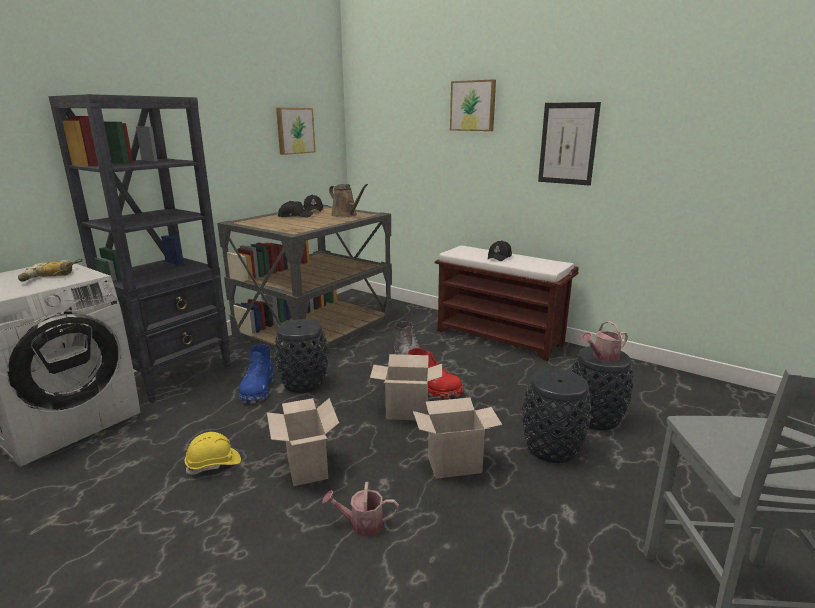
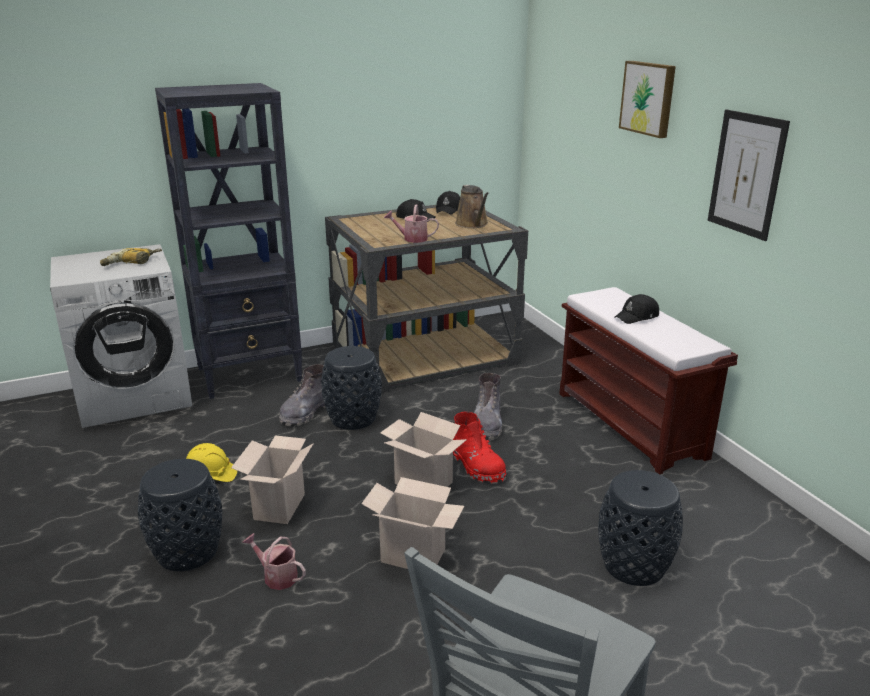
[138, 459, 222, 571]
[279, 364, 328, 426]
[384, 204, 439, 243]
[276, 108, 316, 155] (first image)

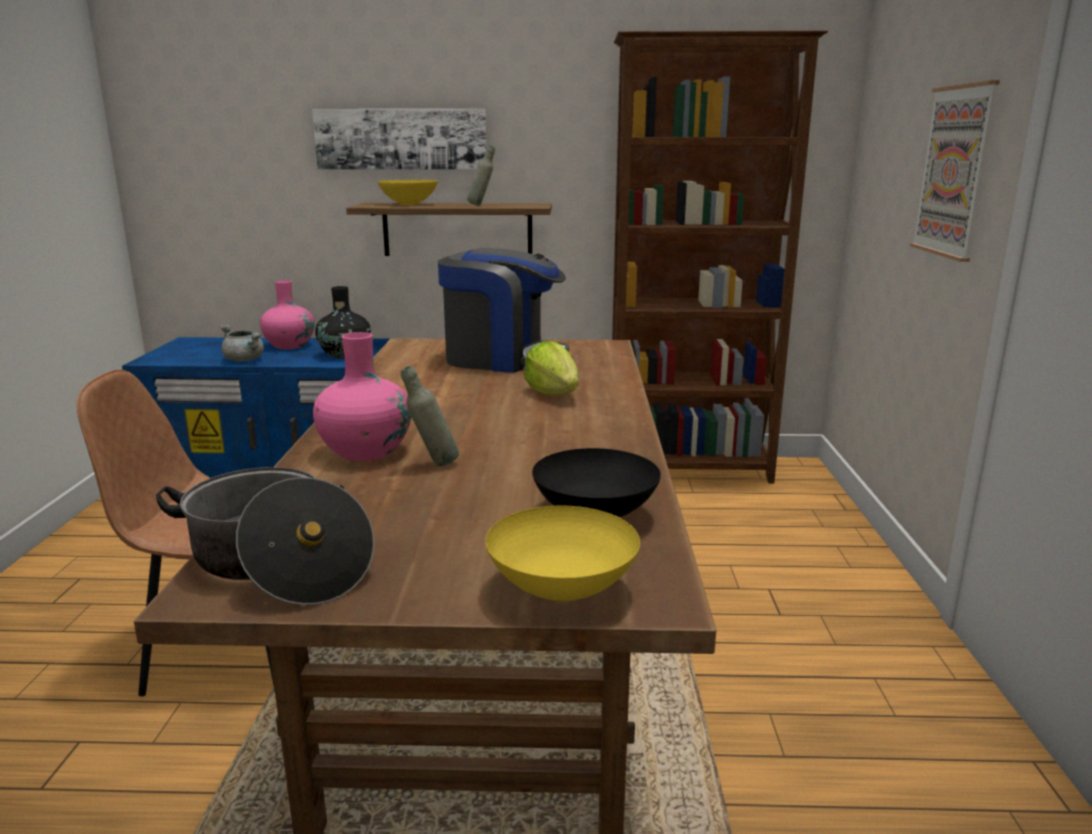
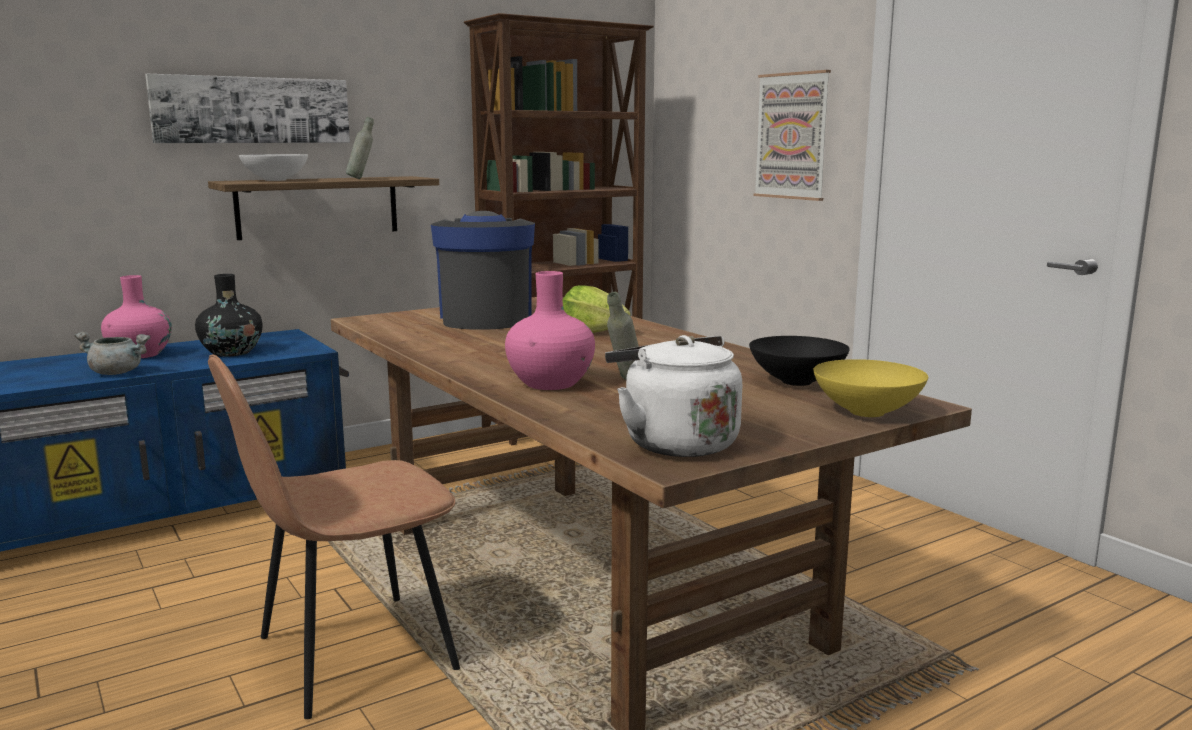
[239, 154, 308, 181]
[431, 211, 535, 330]
[605, 335, 742, 457]

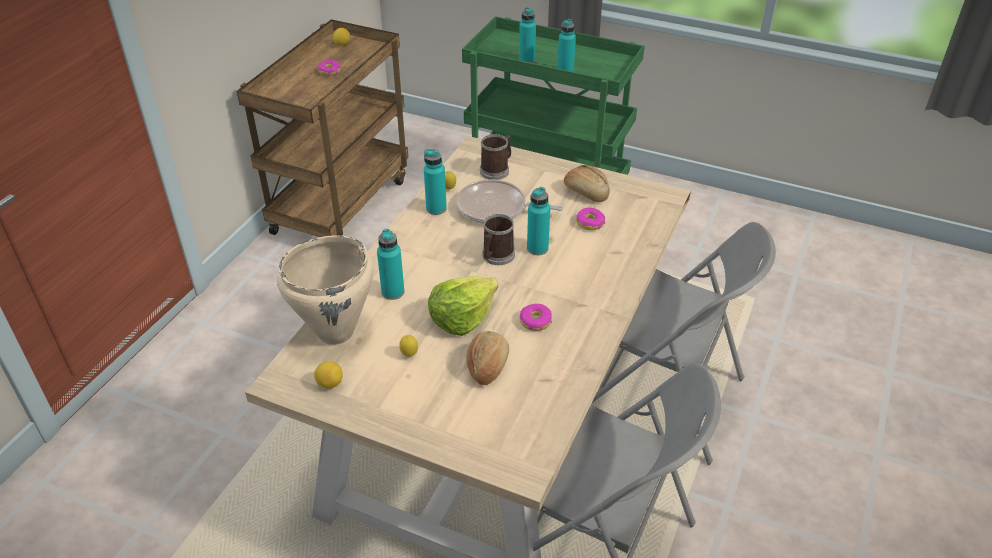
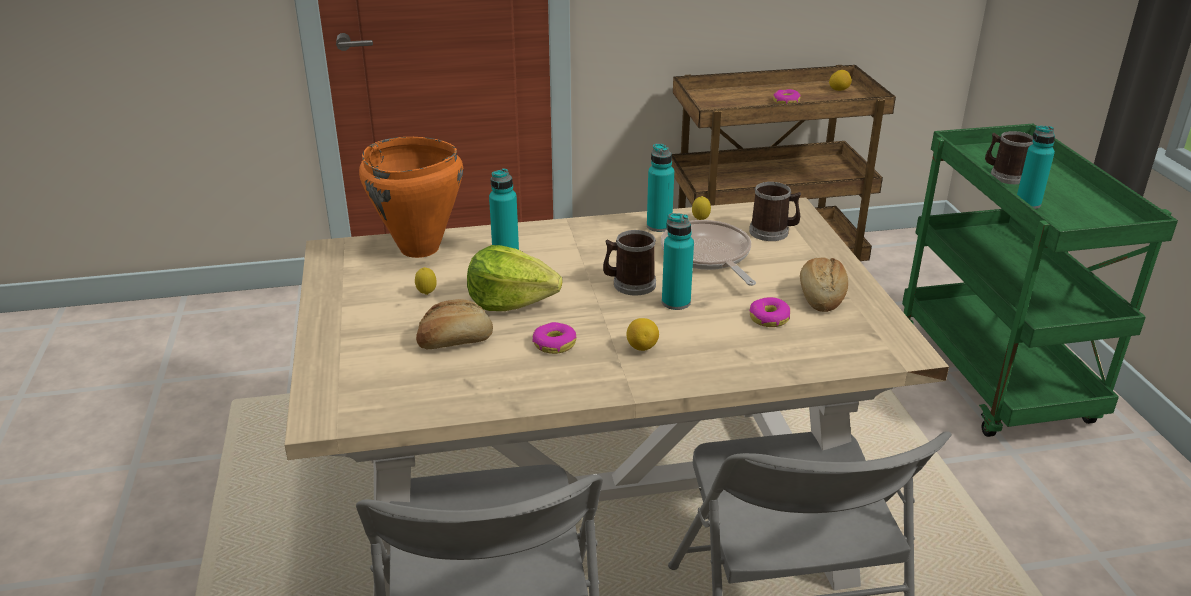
[359, 137, 463, 258]
[626, 318, 659, 351]
[985, 131, 1033, 184]

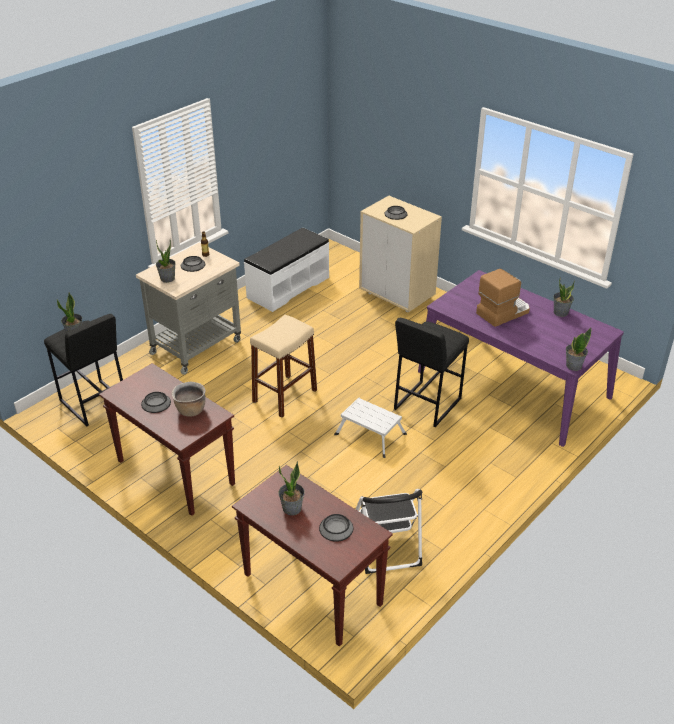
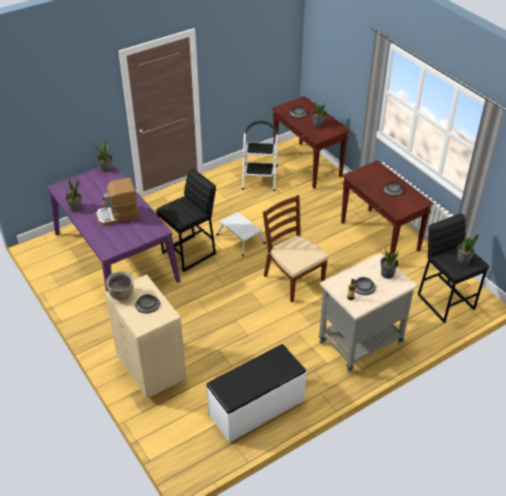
[106, 271, 134, 300]
[263, 195, 329, 302]

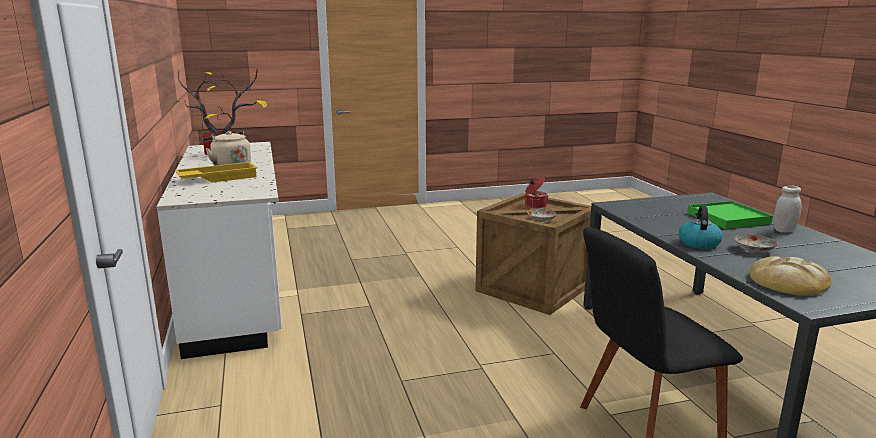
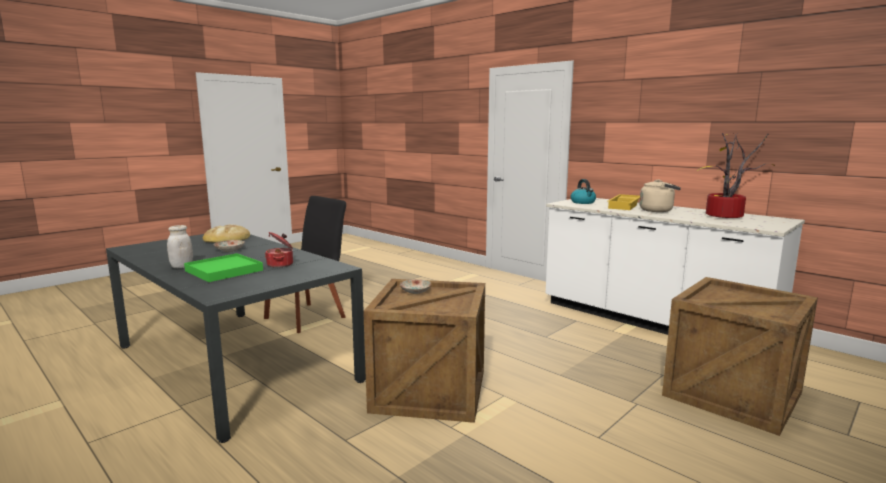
[265, 232, 293, 268]
[571, 179, 596, 204]
[662, 277, 818, 436]

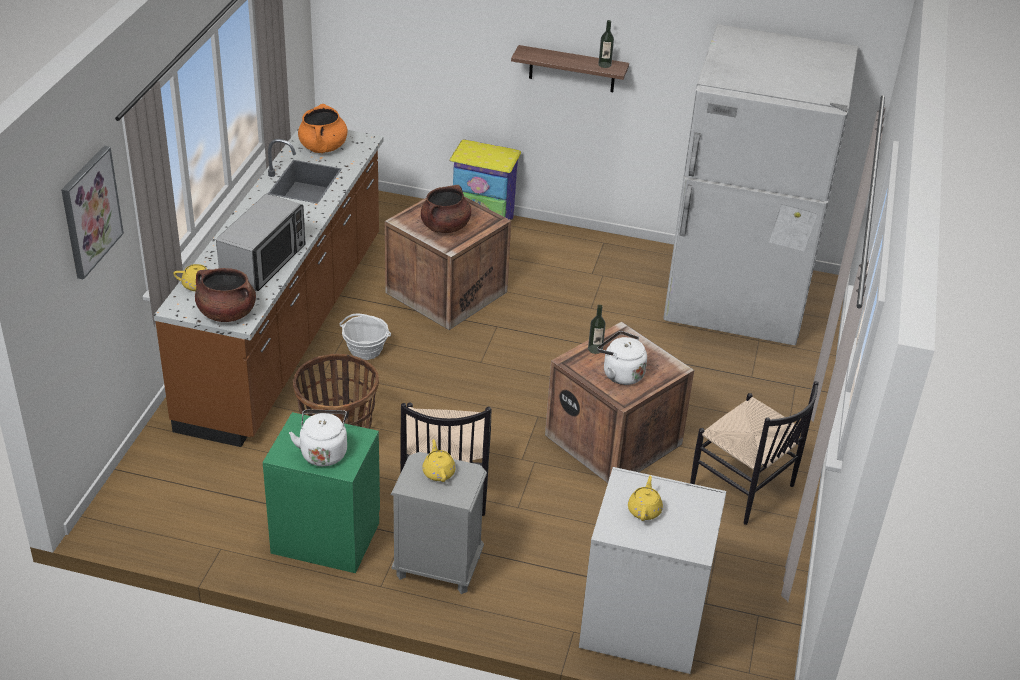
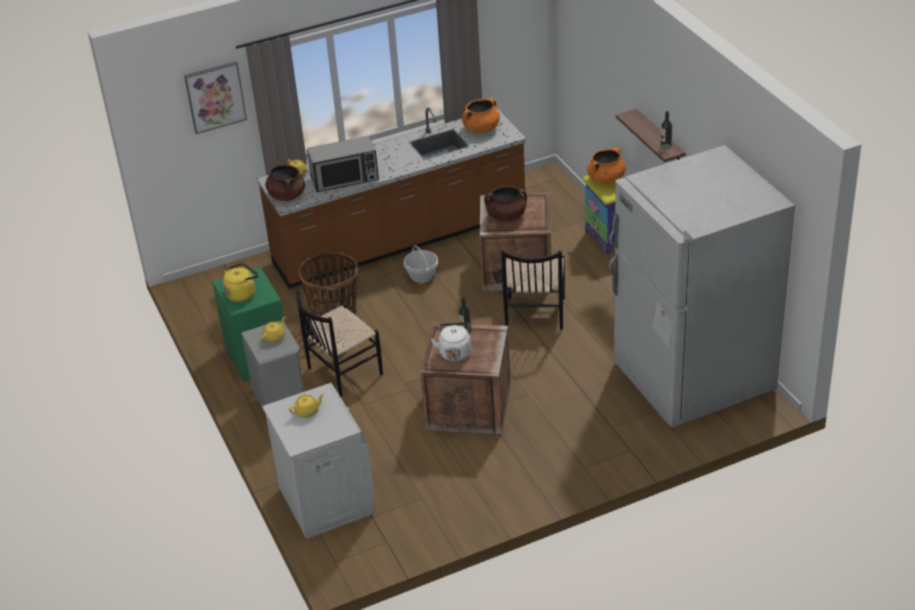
[223, 263, 259, 302]
[502, 250, 565, 330]
[587, 148, 626, 184]

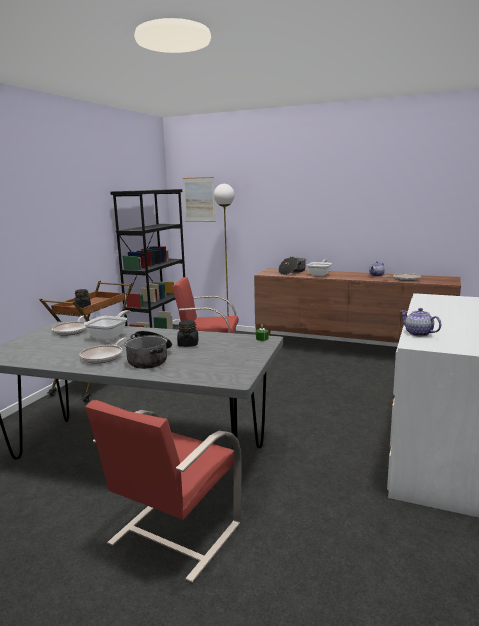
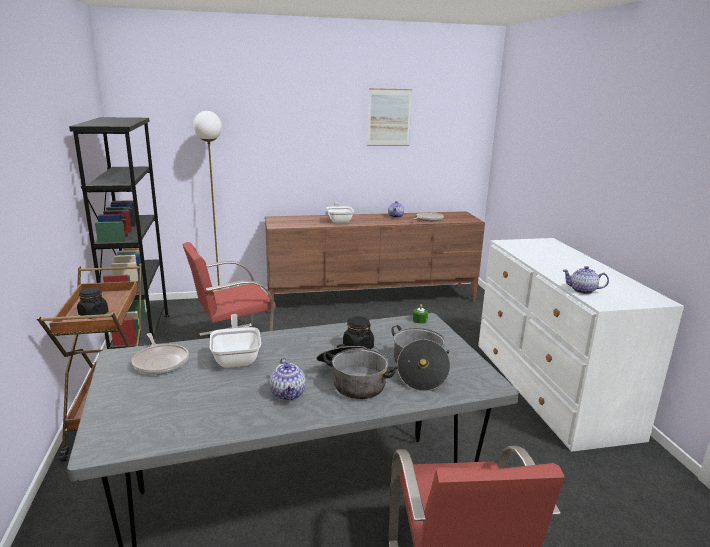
[269, 358, 306, 401]
[367, 88, 412, 146]
[391, 325, 450, 391]

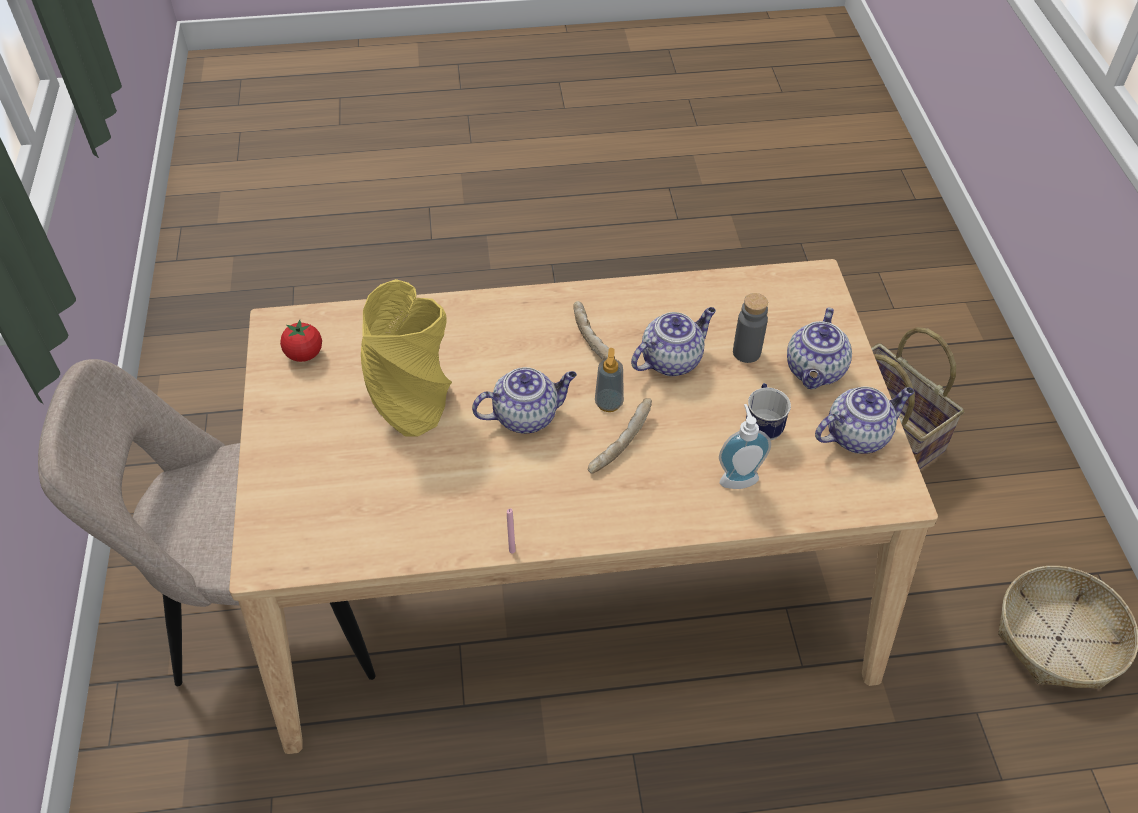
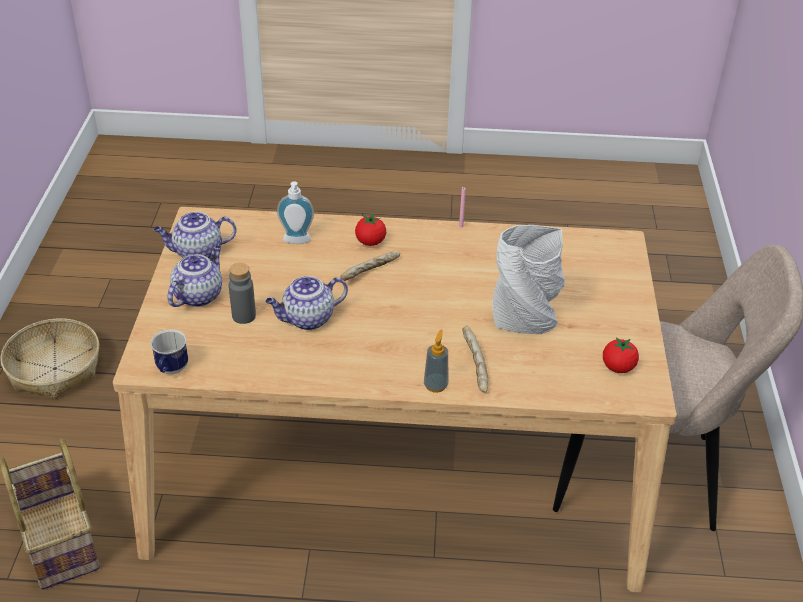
[150, 329, 188, 374]
[355, 214, 386, 246]
[424, 329, 448, 393]
[462, 325, 488, 393]
[492, 225, 565, 334]
[472, 367, 577, 433] (first image)

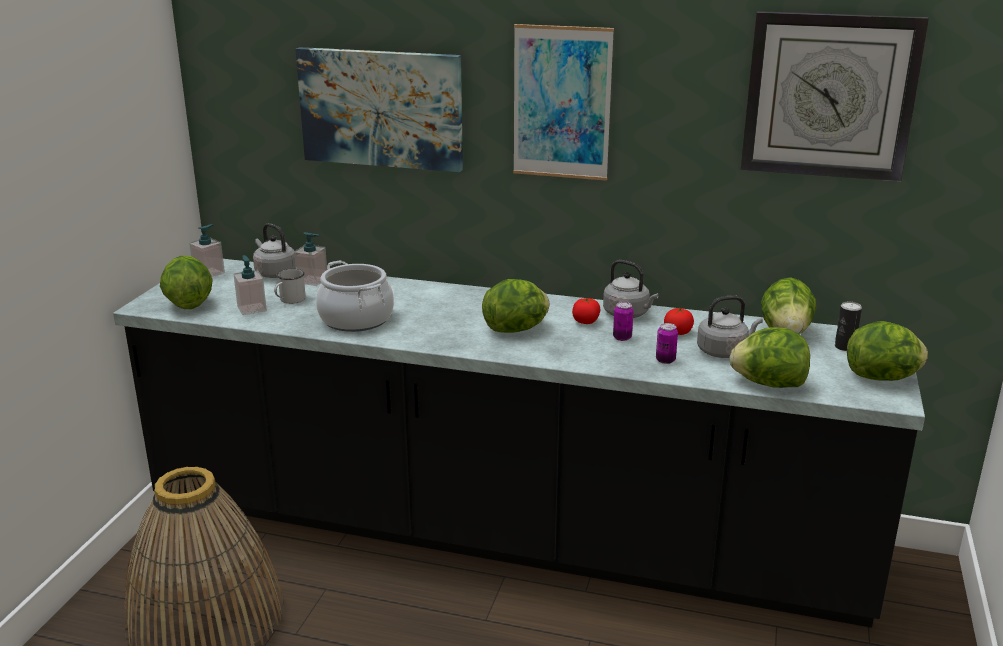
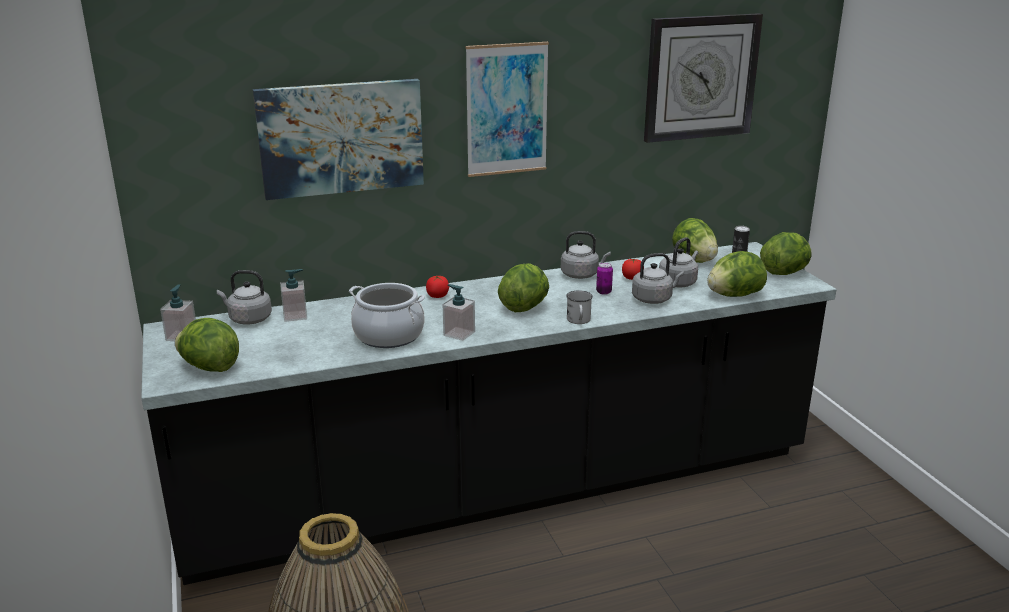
[426, 276, 449, 298]
[443, 284, 475, 341]
[566, 290, 593, 324]
[632, 253, 684, 304]

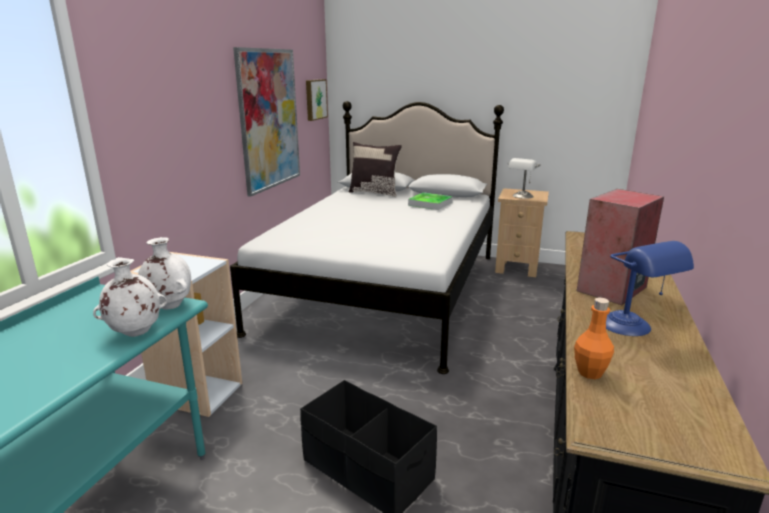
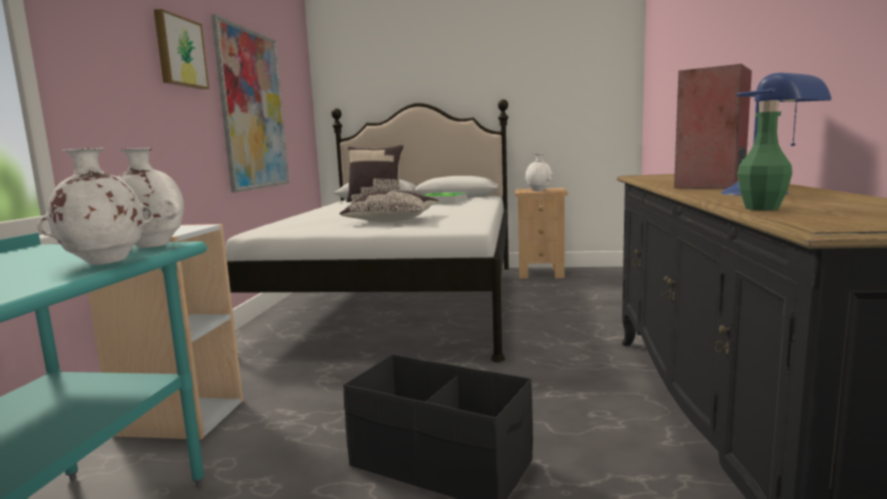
[154, 9, 209, 90]
[339, 191, 439, 222]
[524, 153, 555, 191]
[737, 100, 792, 210]

